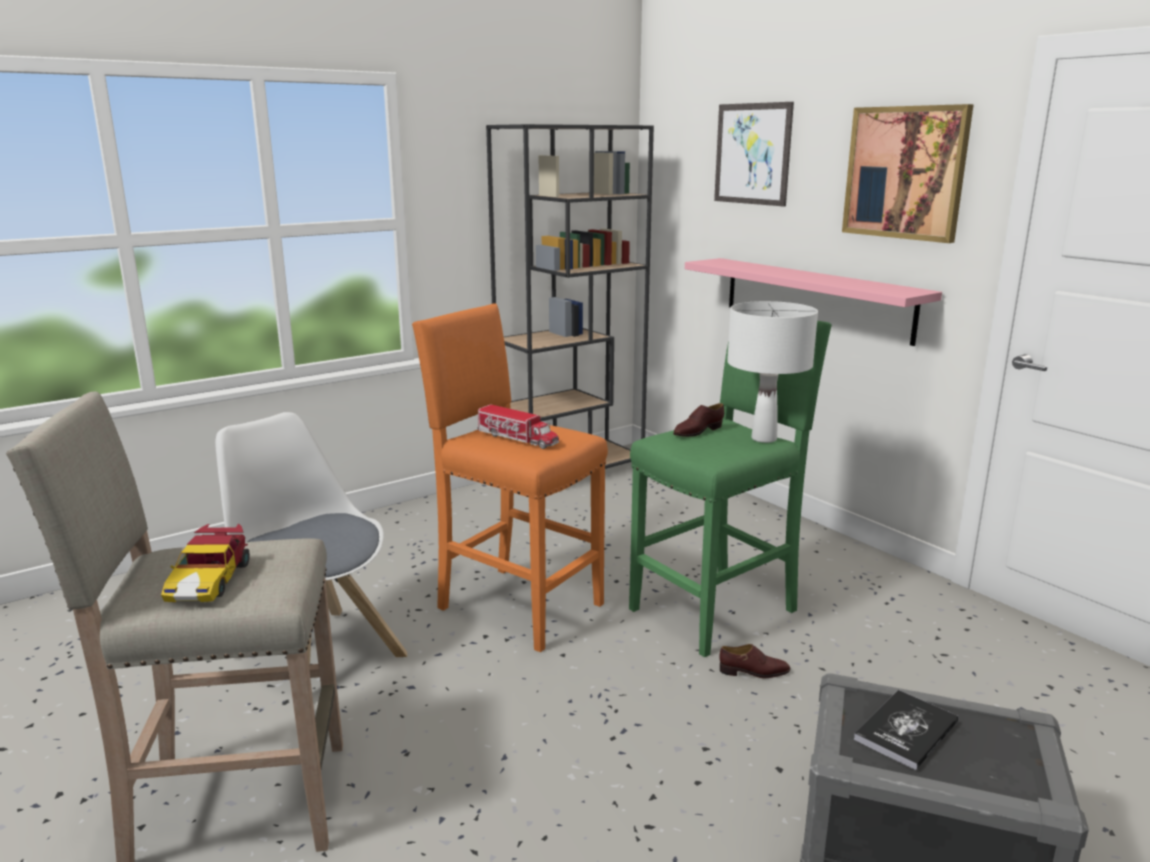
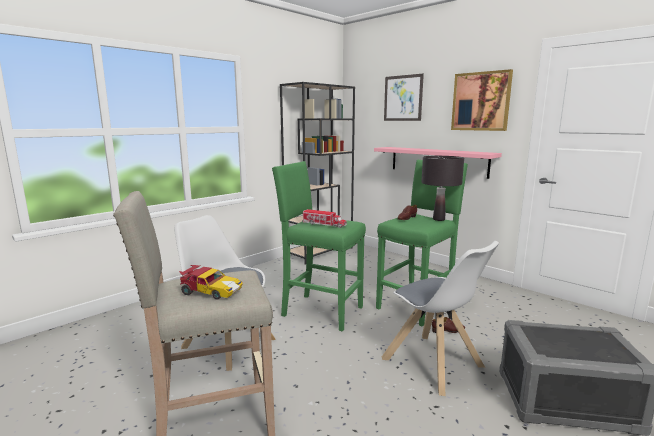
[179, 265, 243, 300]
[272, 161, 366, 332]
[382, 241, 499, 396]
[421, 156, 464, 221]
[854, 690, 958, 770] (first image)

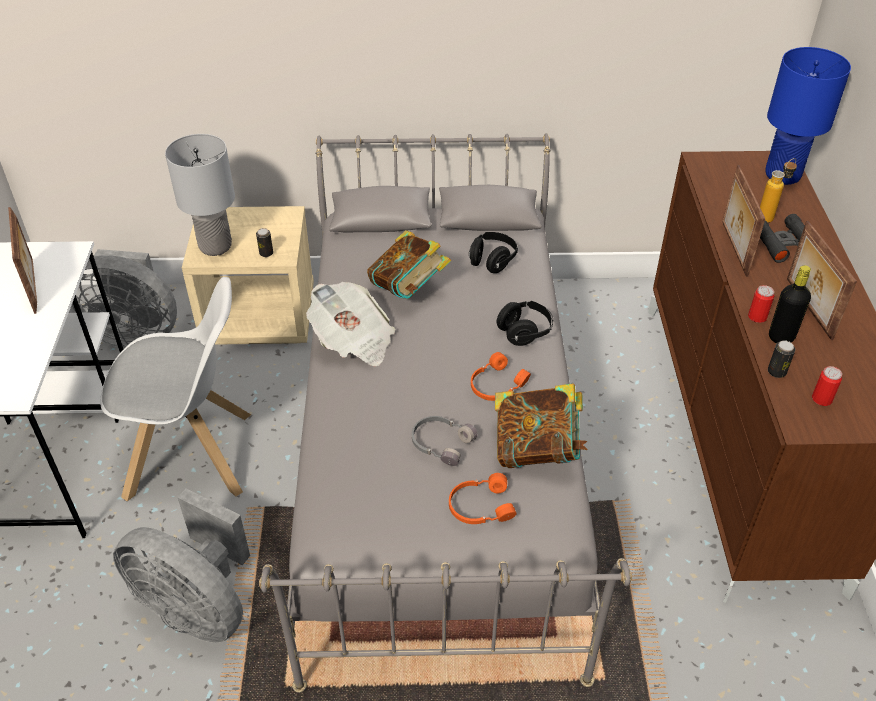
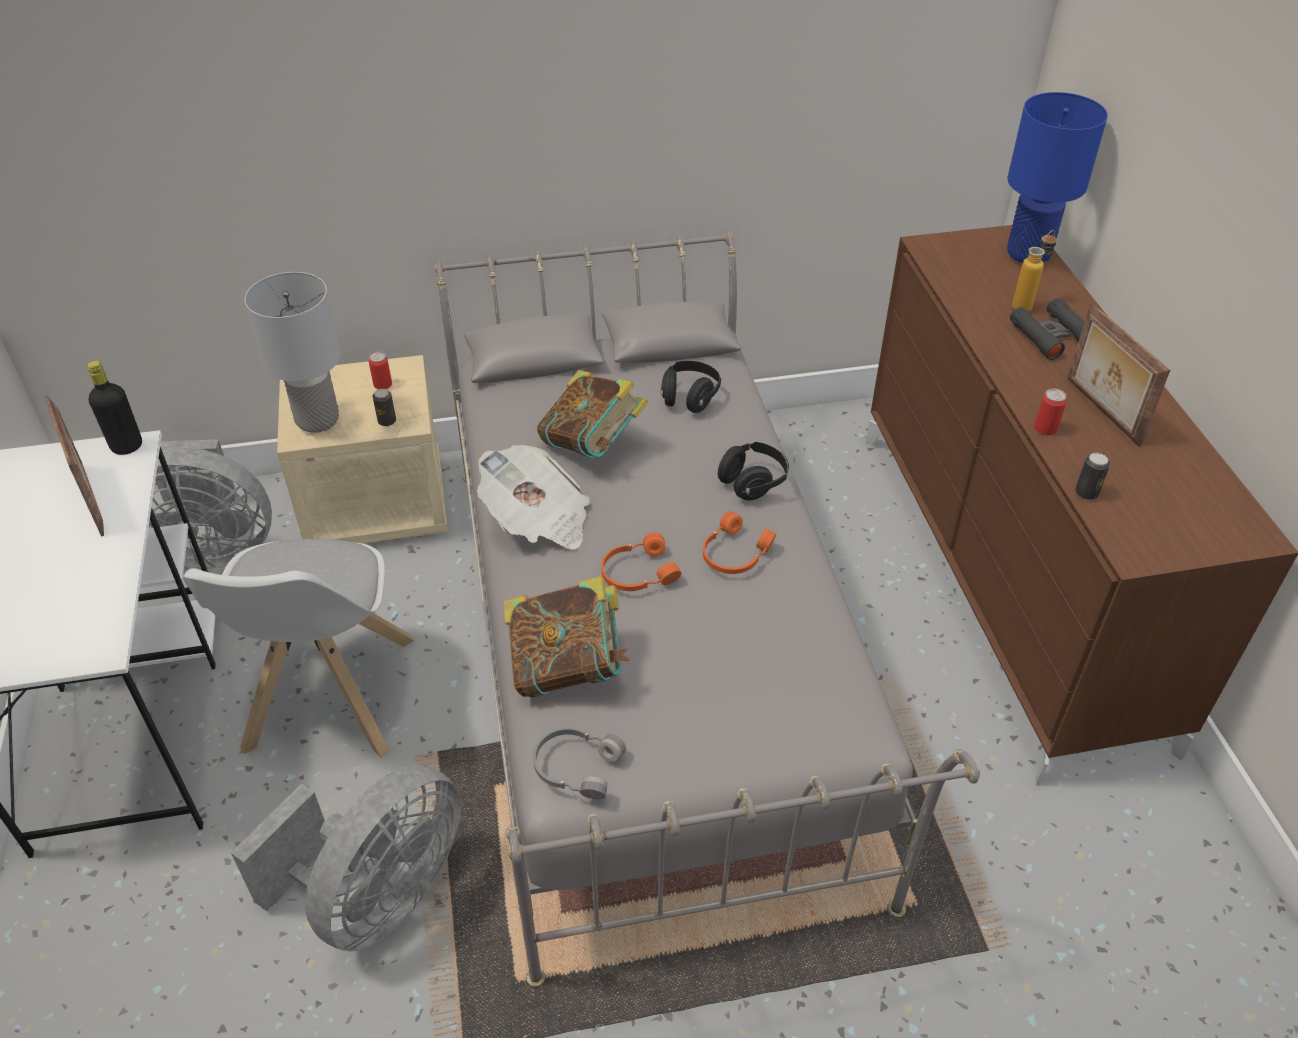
[87, 361, 142, 455]
[183, 539, 414, 758]
[231, 765, 462, 952]
[369, 352, 392, 389]
[503, 576, 629, 698]
[533, 728, 626, 799]
[601, 532, 681, 591]
[723, 165, 765, 277] (first image)

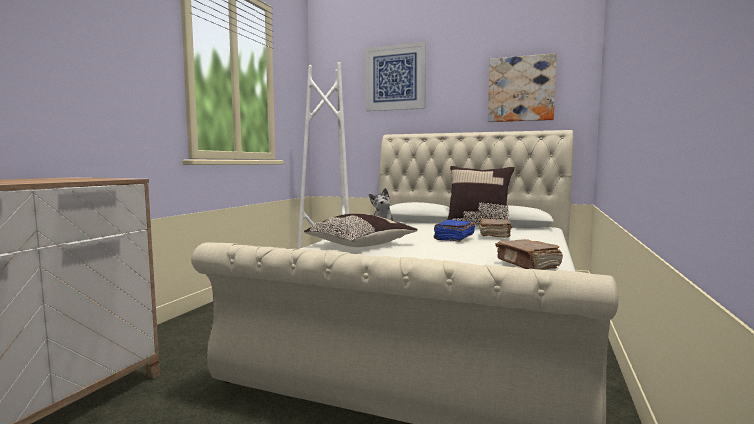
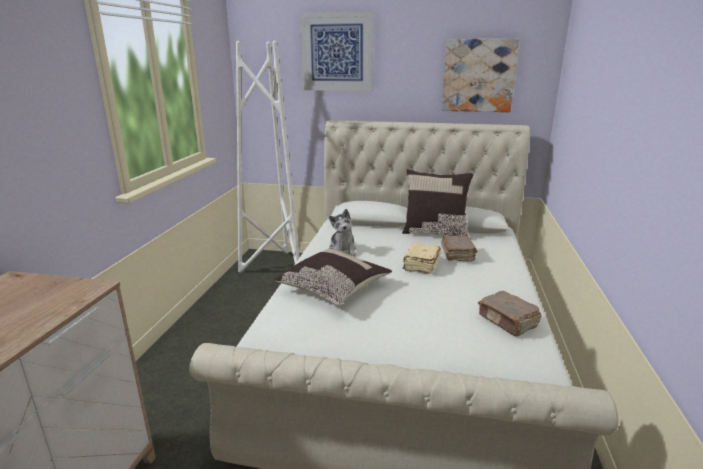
[403, 243, 441, 274]

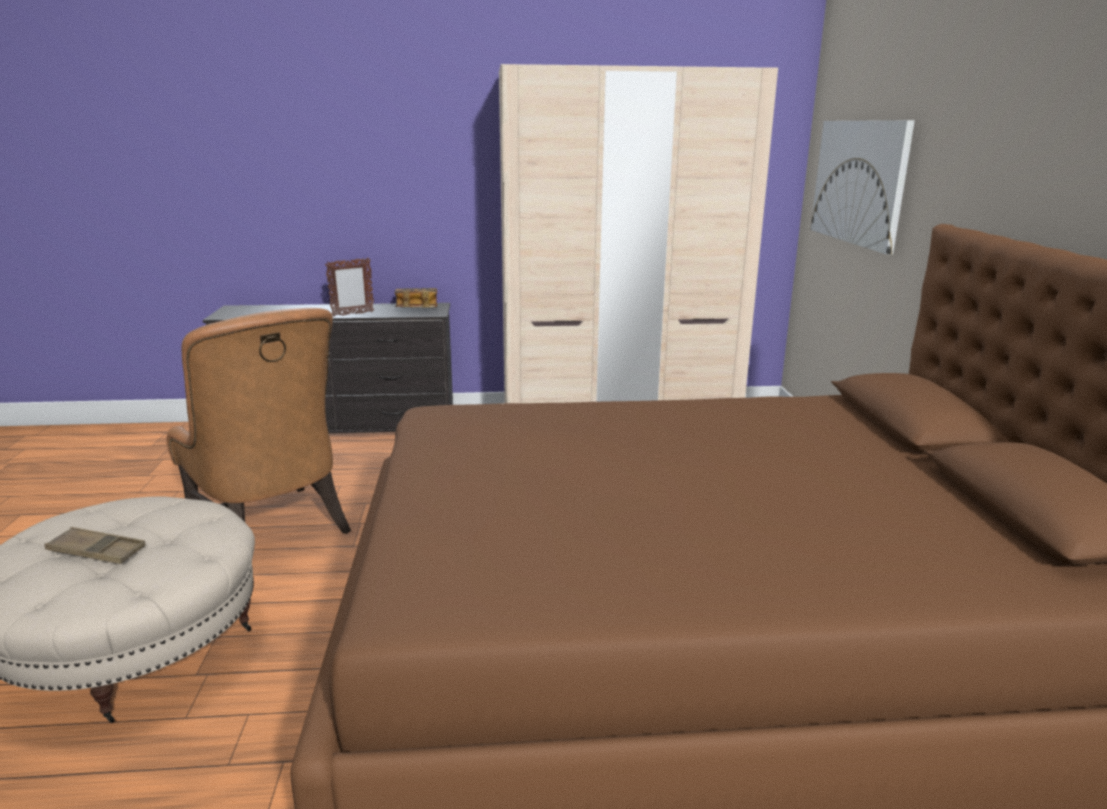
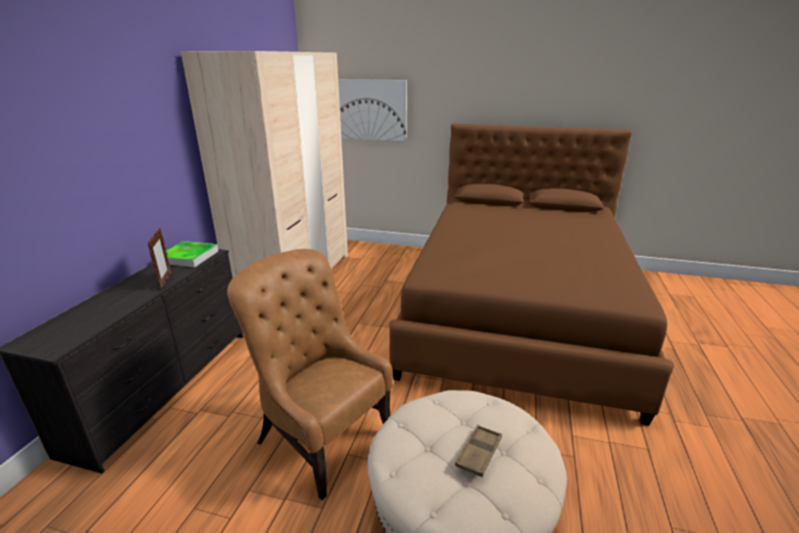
[166, 241, 218, 267]
[227, 249, 393, 500]

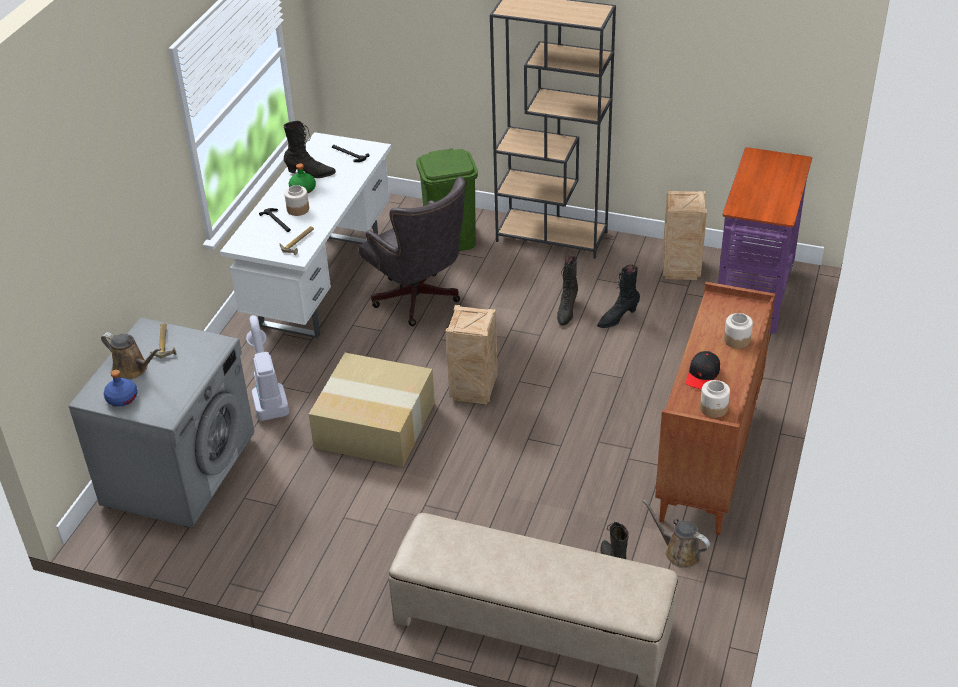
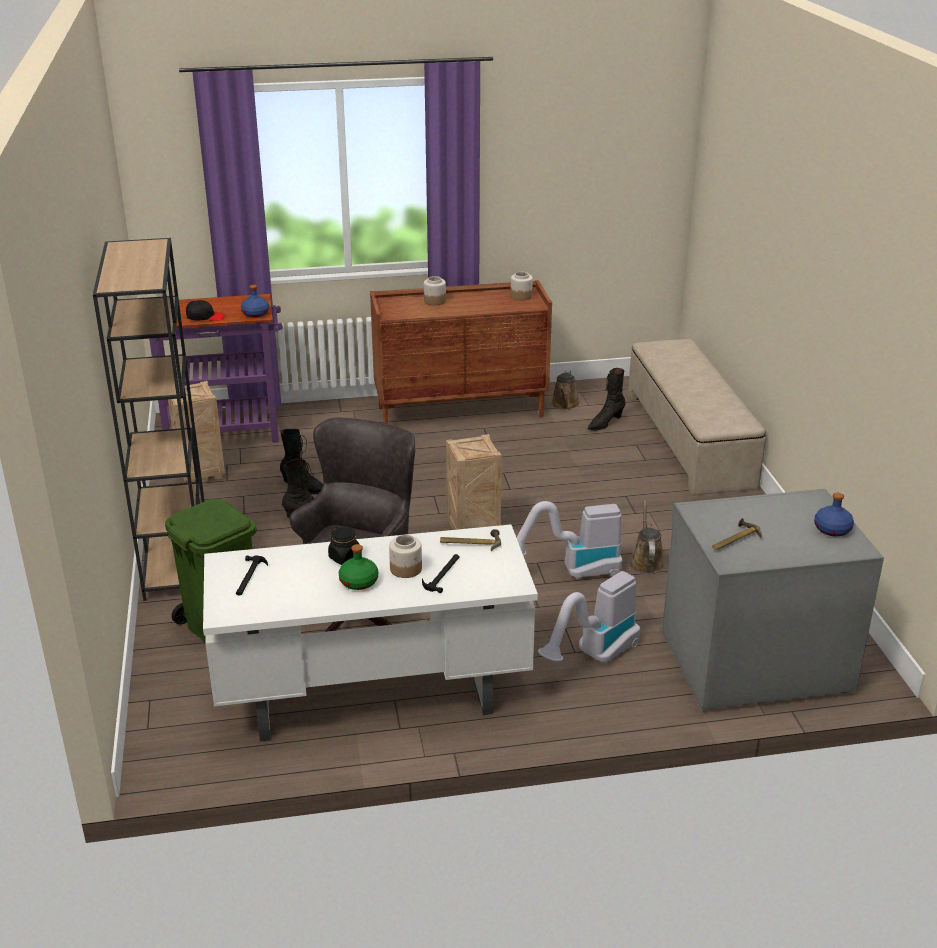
[186, 300, 225, 321]
[241, 285, 269, 318]
[328, 526, 360, 565]
[516, 501, 622, 579]
[629, 500, 664, 574]
[284, 121, 336, 178] (first image)

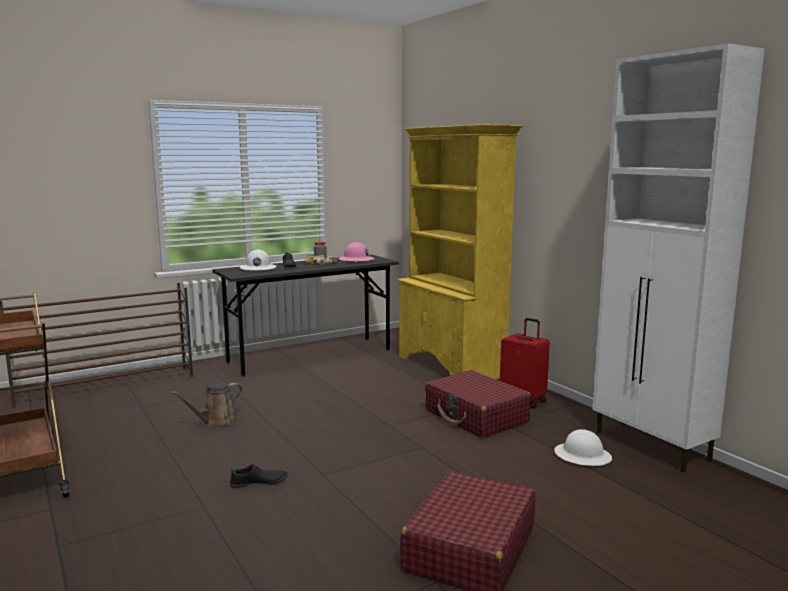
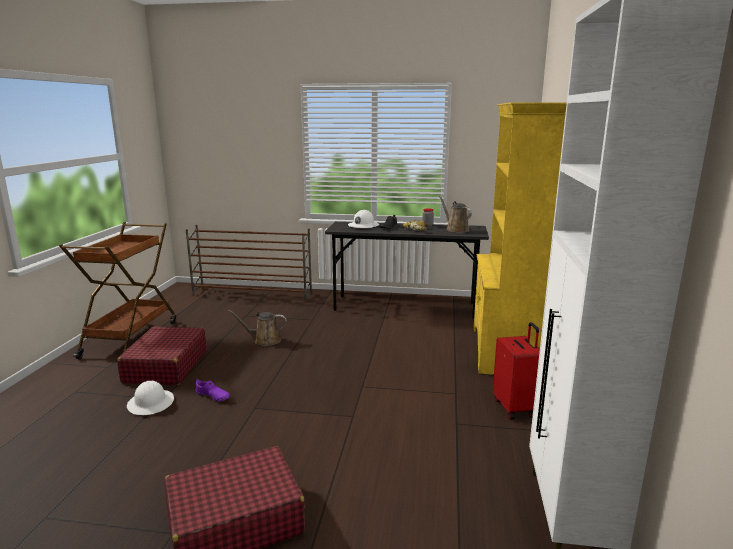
[117, 327, 206, 385]
[127, 380, 174, 415]
[195, 379, 230, 402]
[439, 196, 472, 233]

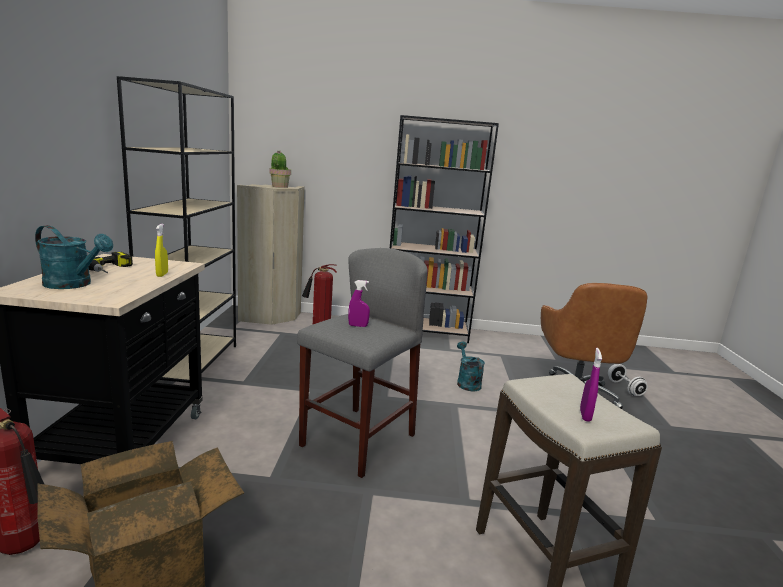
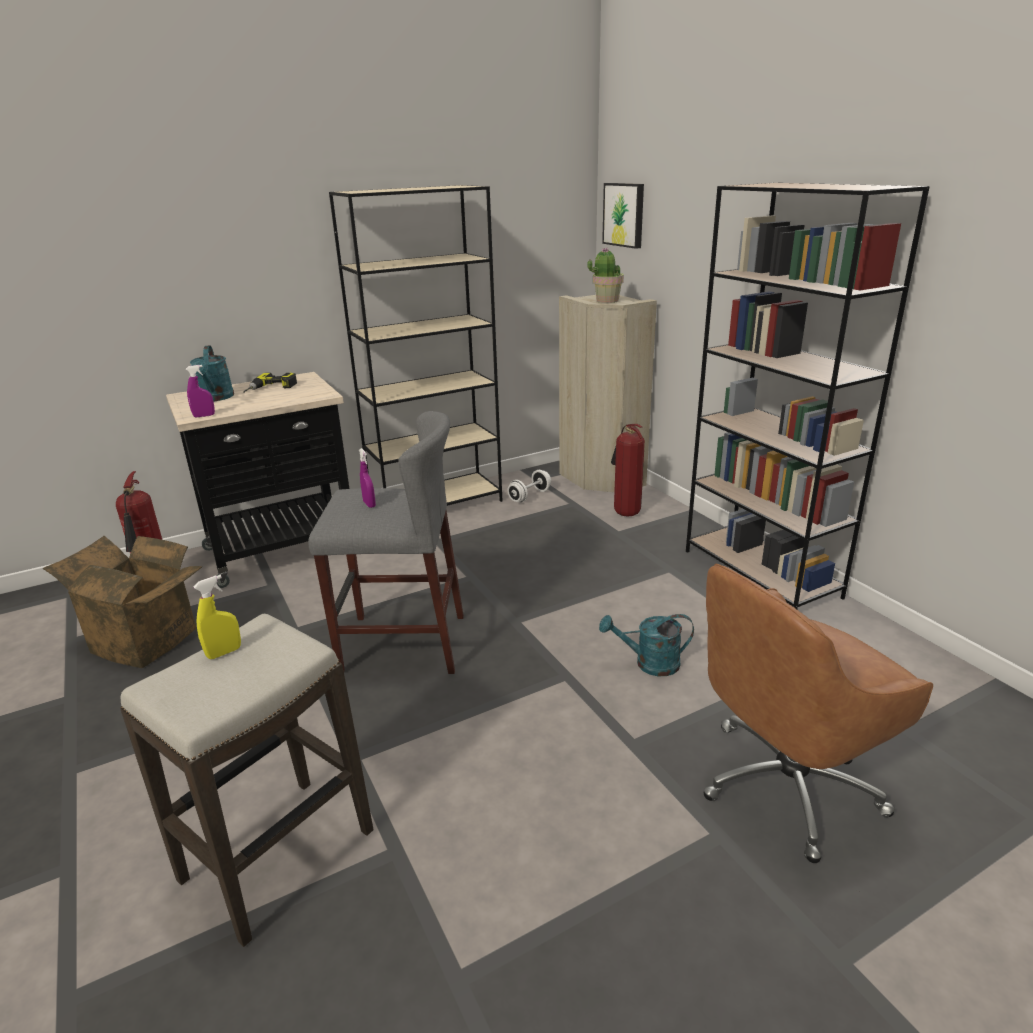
[186, 365, 215, 418]
[193, 575, 241, 659]
[508, 470, 551, 503]
[599, 614, 694, 676]
[602, 183, 644, 249]

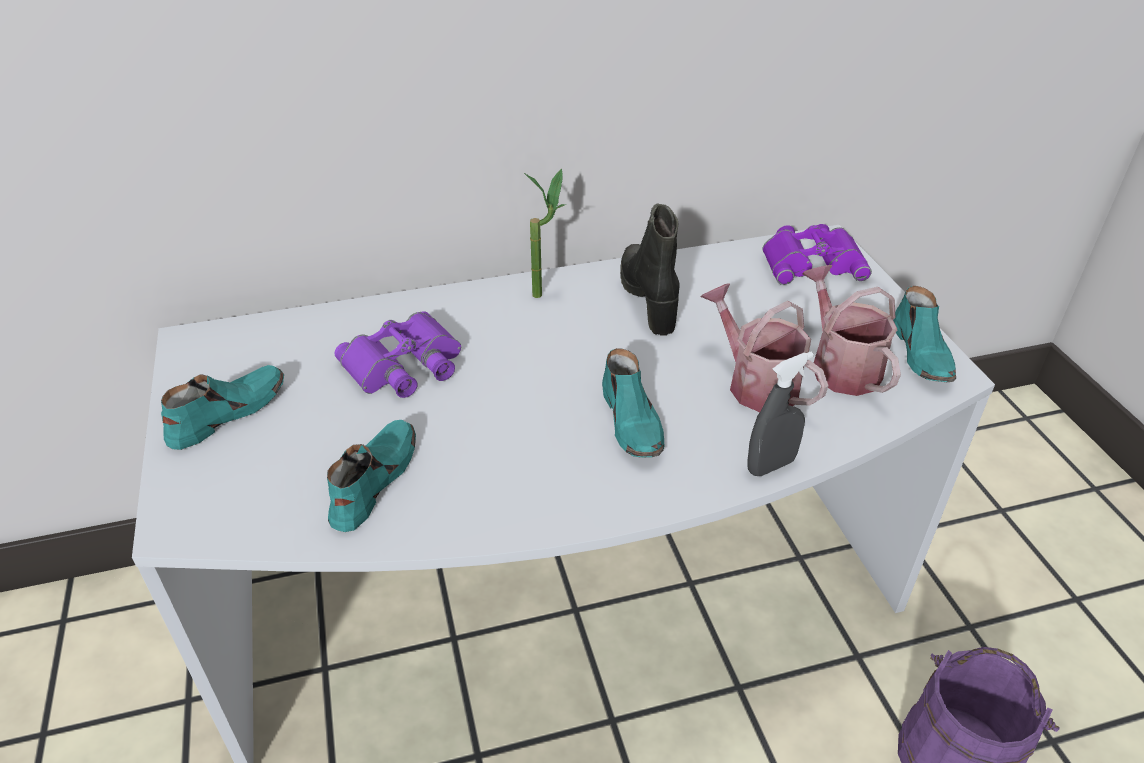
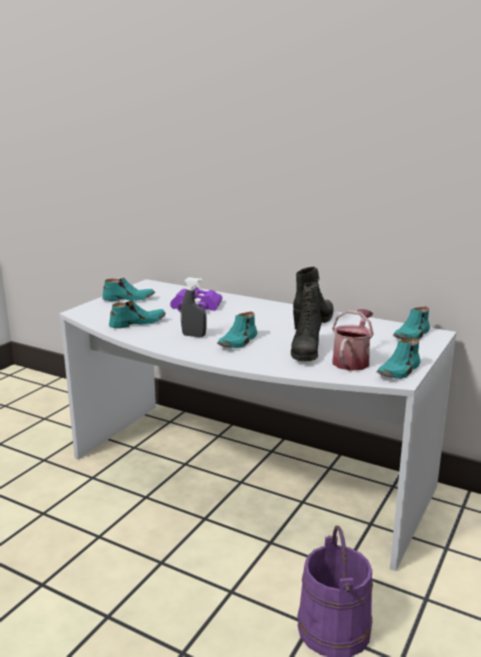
[181, 277, 207, 337]
[291, 282, 321, 361]
[393, 307, 430, 340]
[524, 168, 566, 298] (first image)

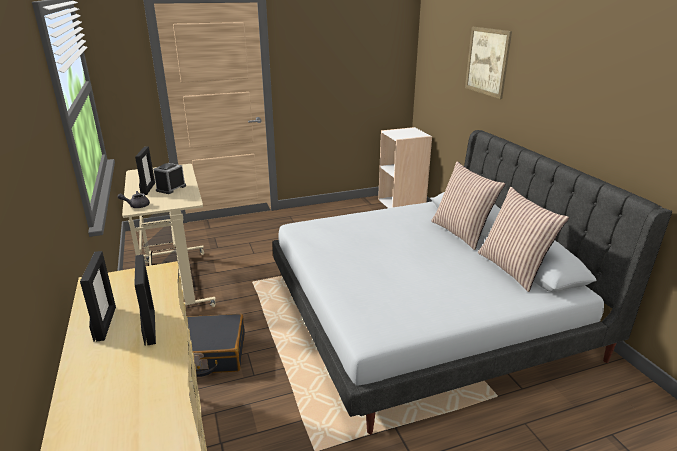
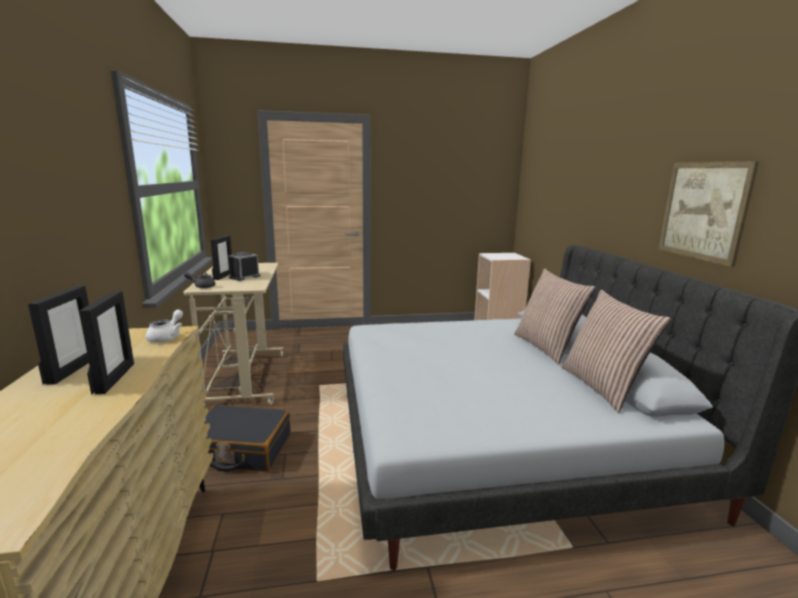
[145, 310, 183, 342]
[658, 161, 759, 267]

